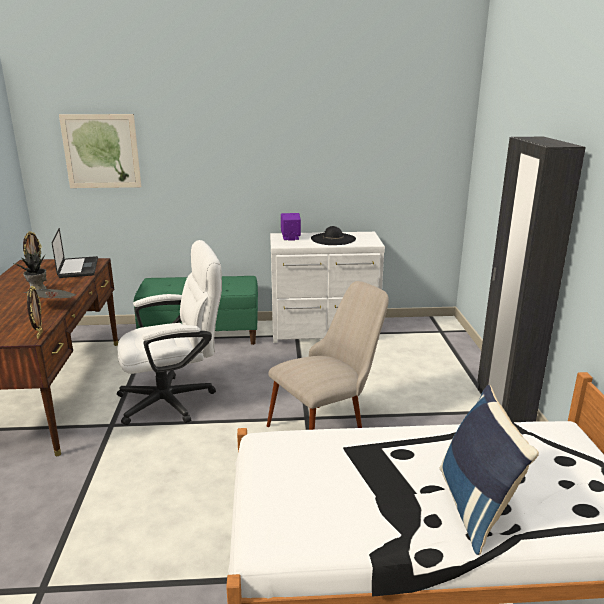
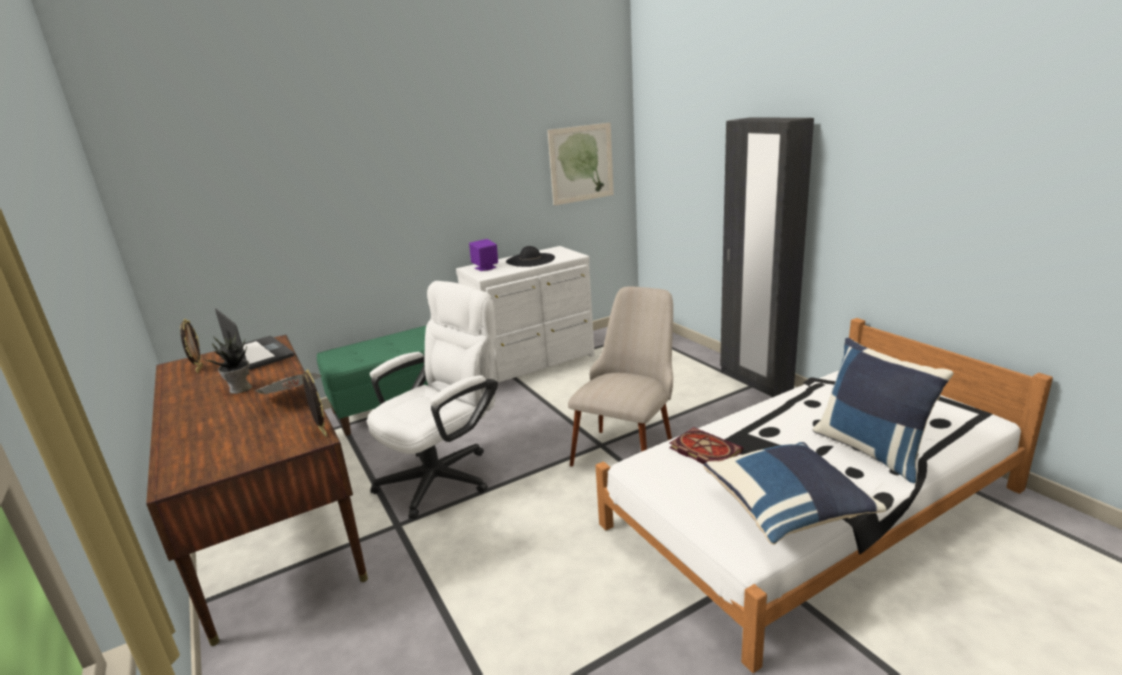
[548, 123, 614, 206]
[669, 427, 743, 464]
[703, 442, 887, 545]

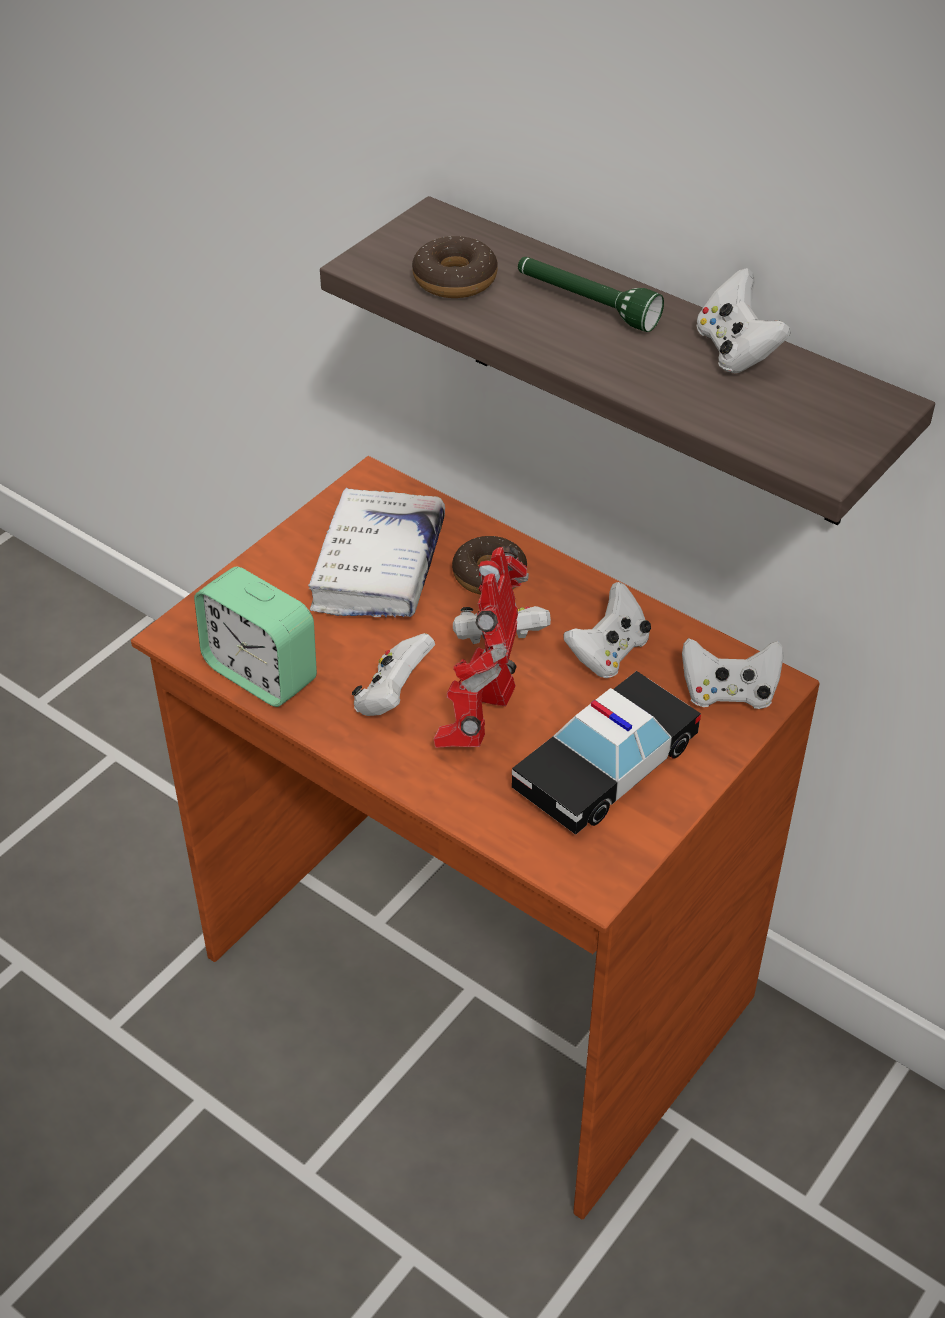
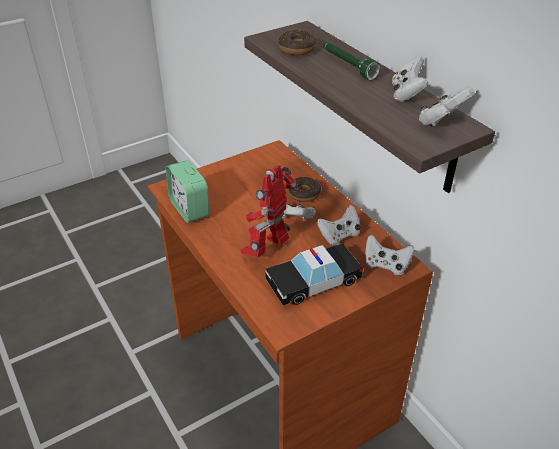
[308, 488, 445, 618] (first image)
[419, 87, 475, 126]

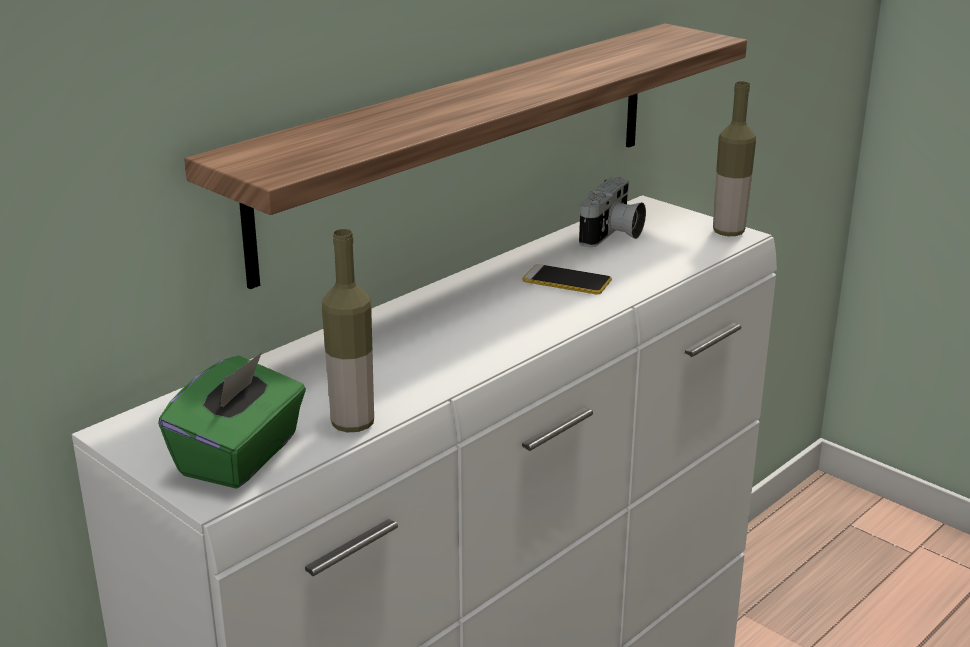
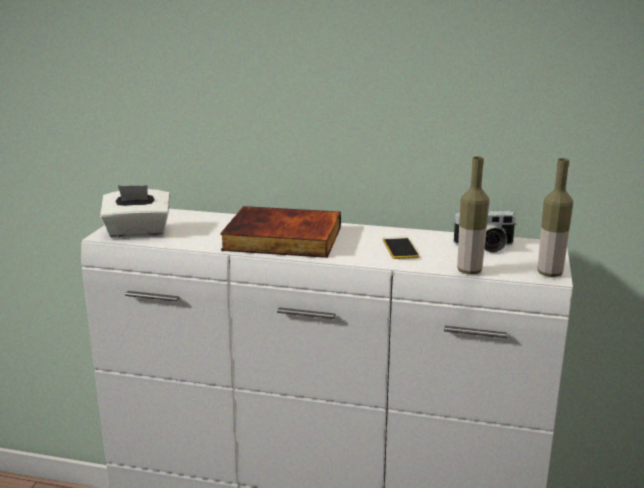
[100, 185, 170, 238]
[184, 23, 747, 289] (first image)
[457, 156, 489, 274]
[220, 206, 341, 258]

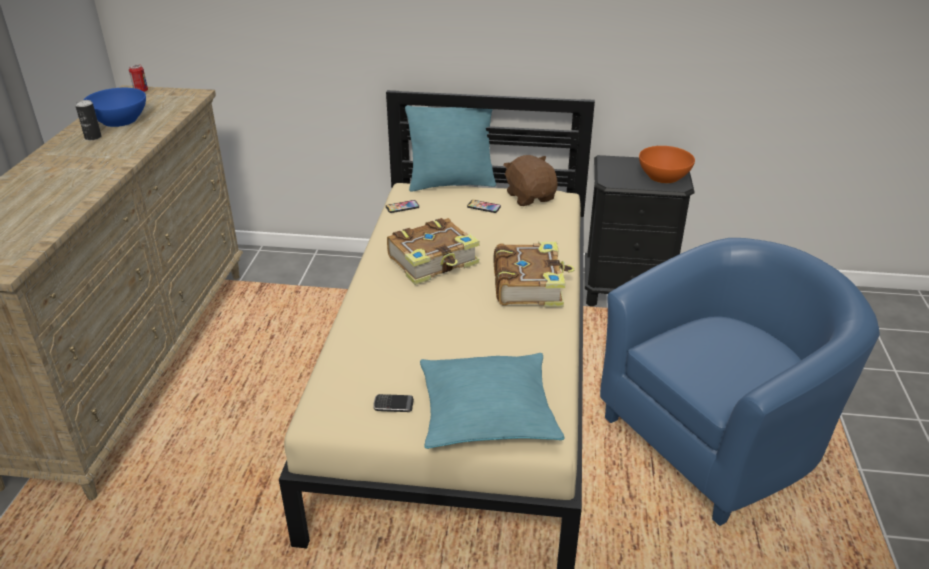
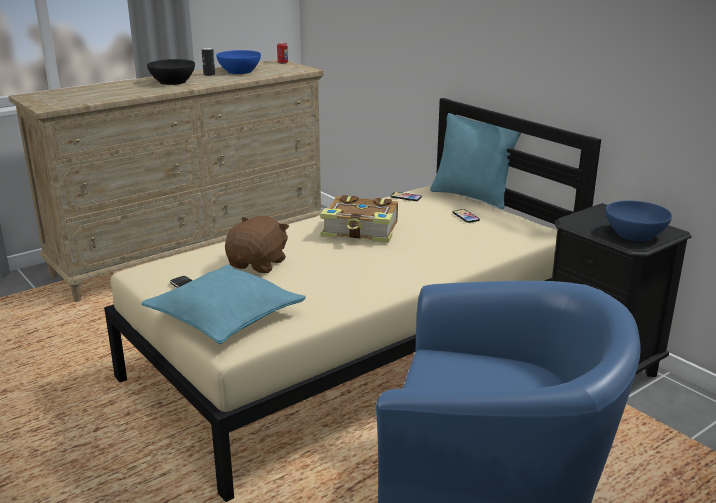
[493, 242, 575, 307] (first image)
[225, 216, 289, 273]
[606, 201, 672, 241]
[147, 59, 195, 85]

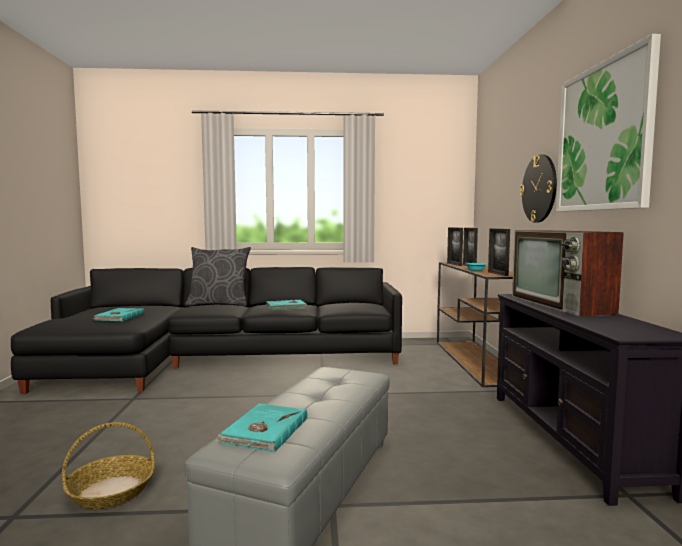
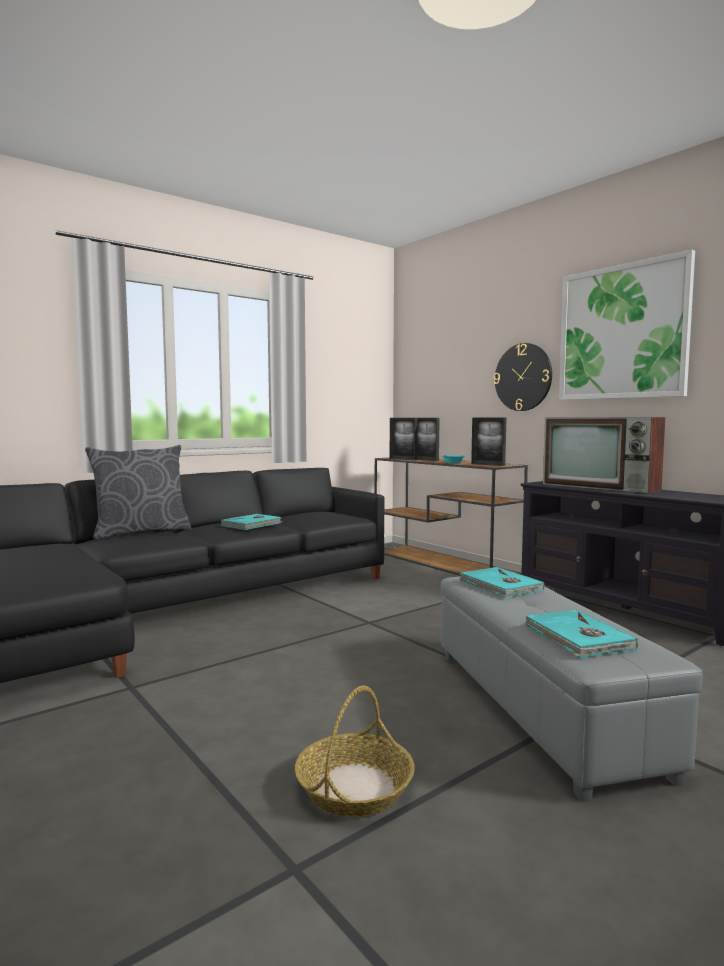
[459, 567, 544, 598]

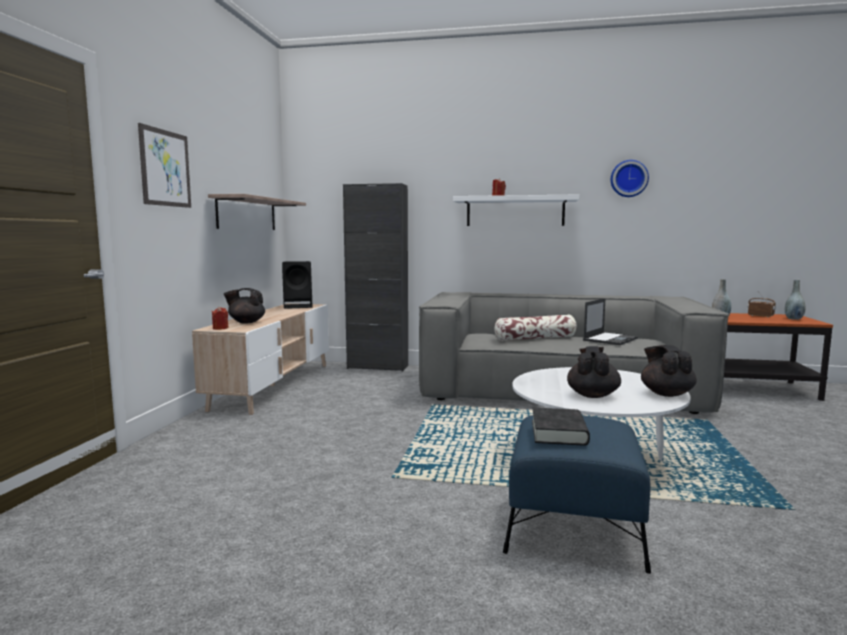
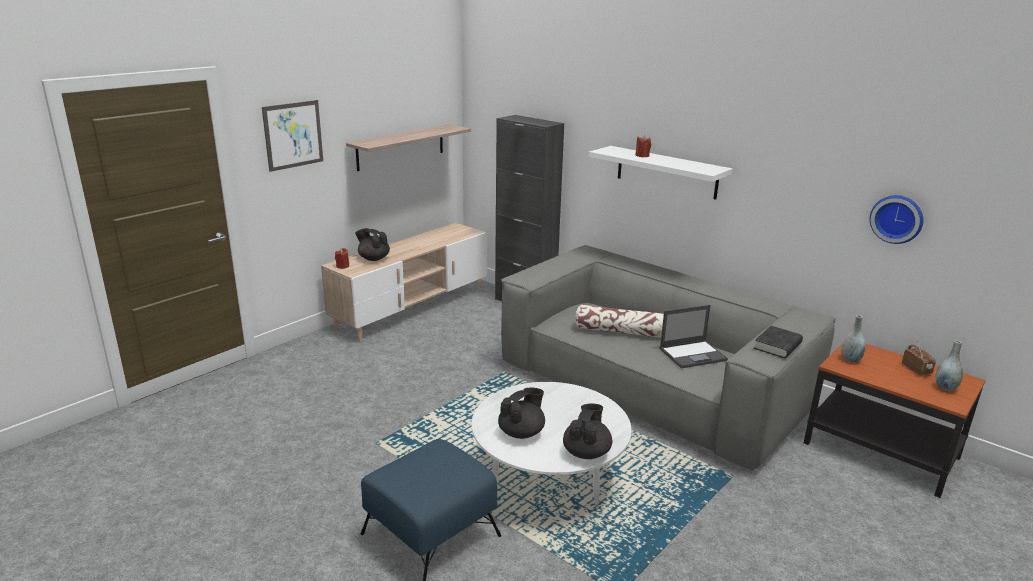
[282, 261, 313, 309] (first image)
[754, 326, 803, 358]
[870, 195, 924, 244]

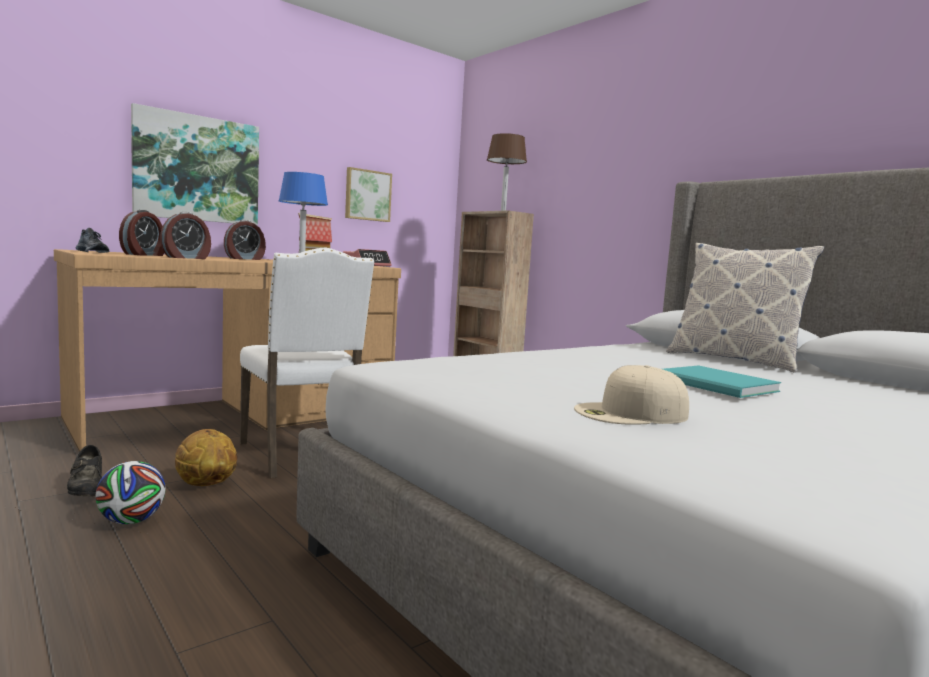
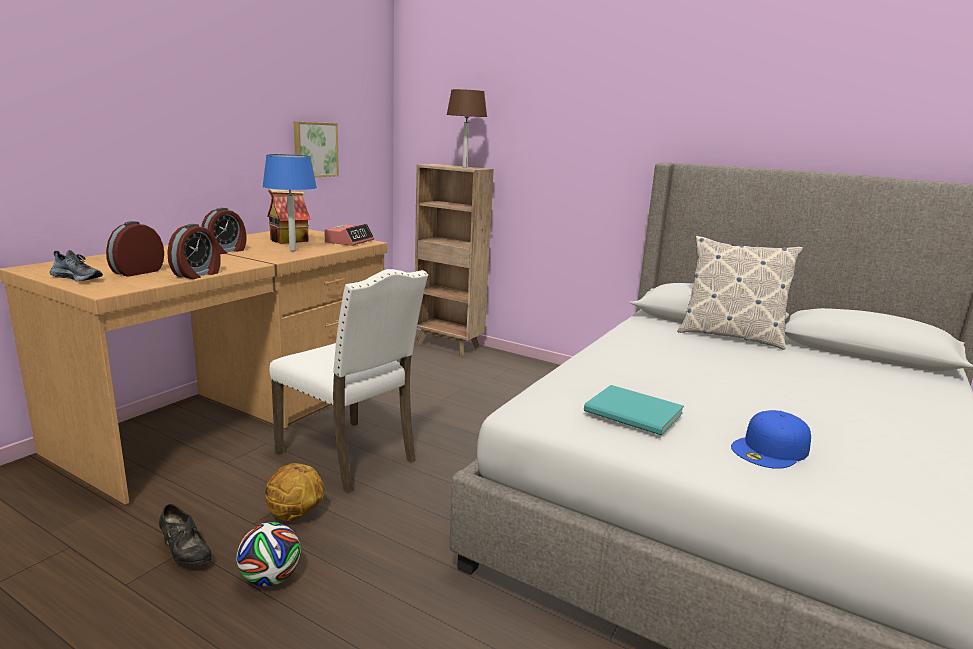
[106, 221, 164, 277]
[131, 103, 259, 225] (first image)
[731, 410, 811, 469]
[584, 385, 684, 436]

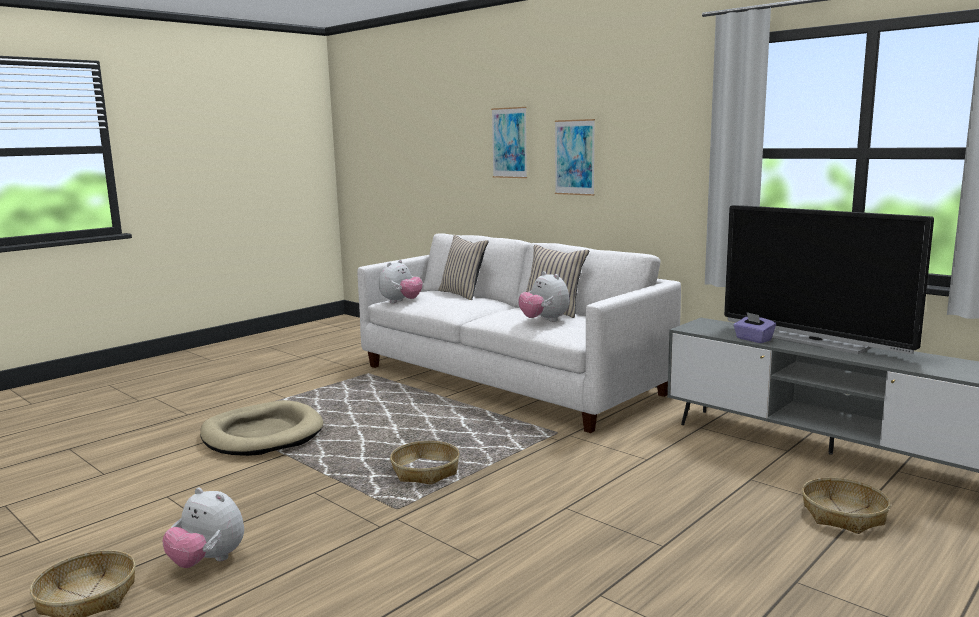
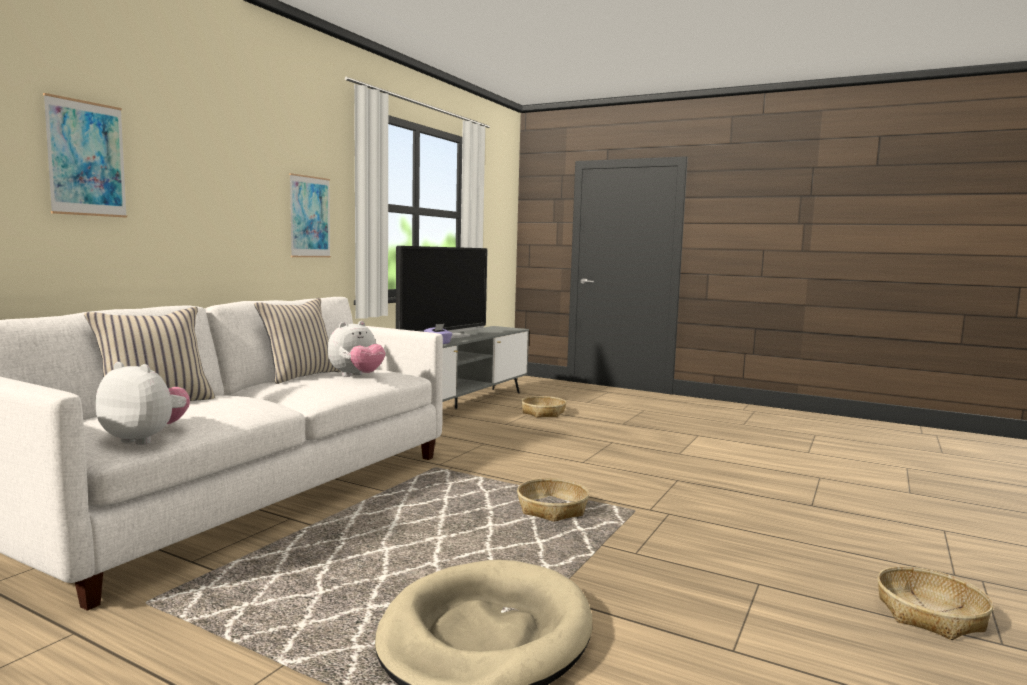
[163, 488, 244, 568] (first image)
[289, 173, 331, 257]

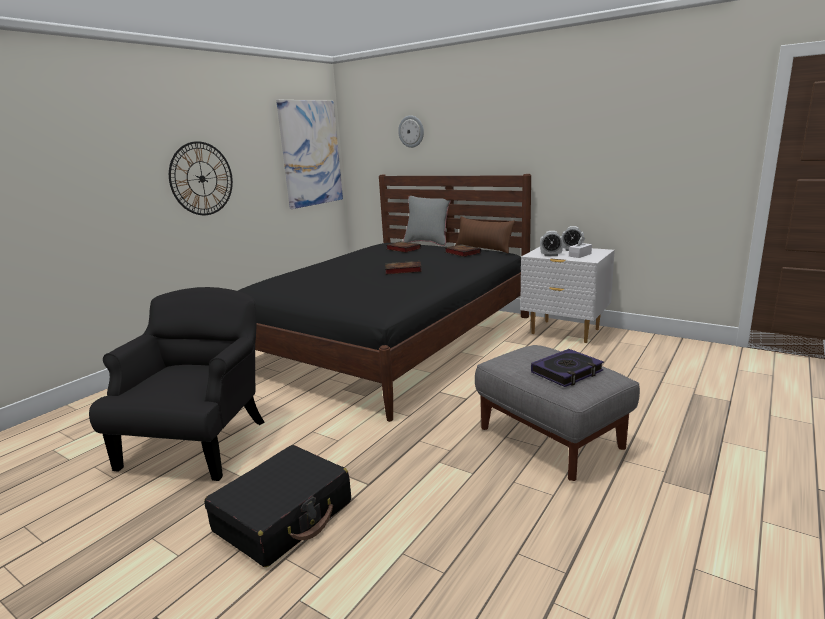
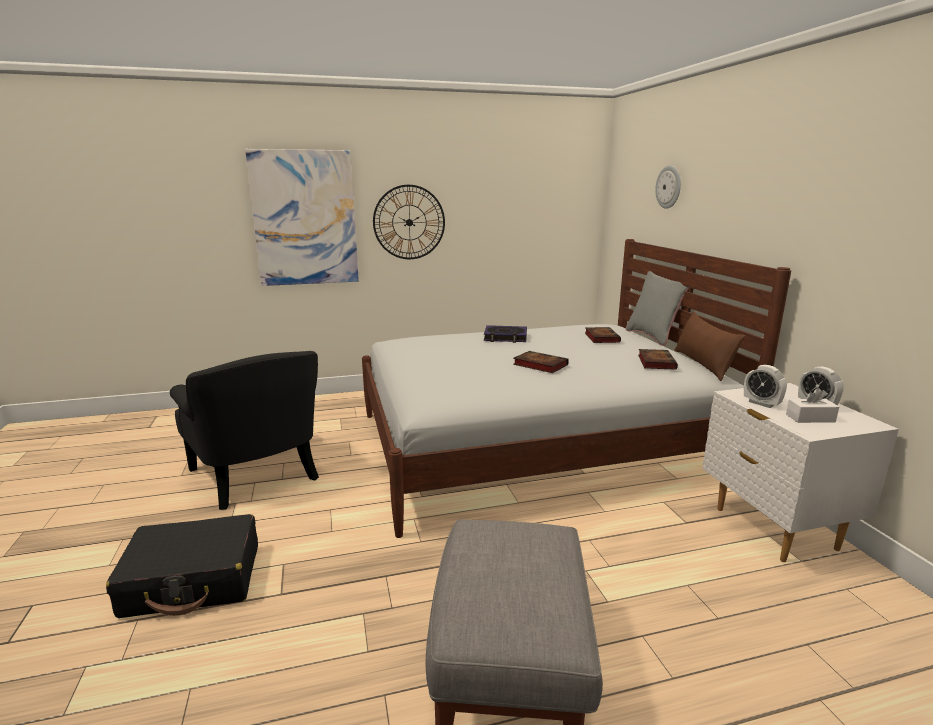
[170, 351, 319, 510]
[362, 239, 791, 538]
[245, 149, 359, 286]
[484, 325, 527, 343]

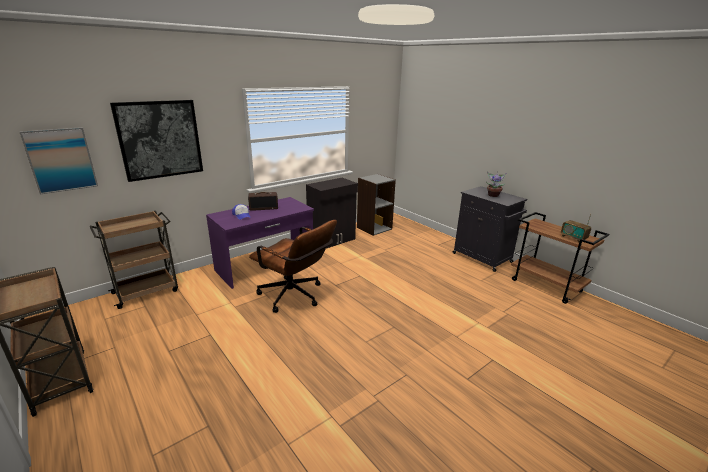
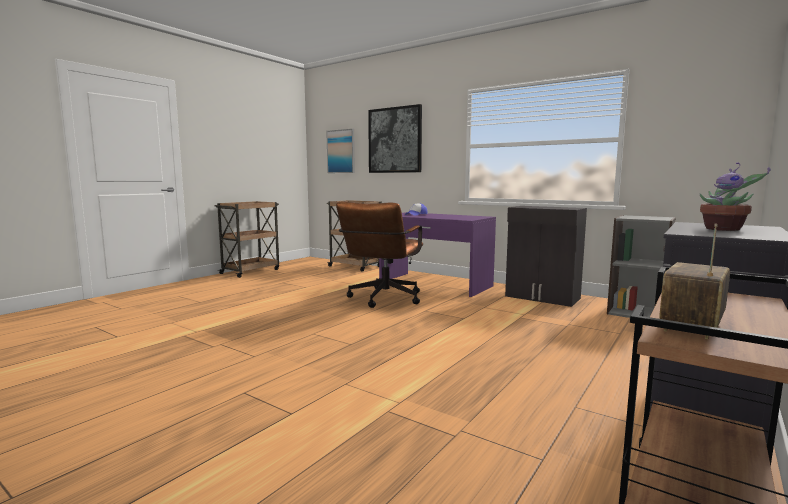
[248, 192, 278, 211] (first image)

